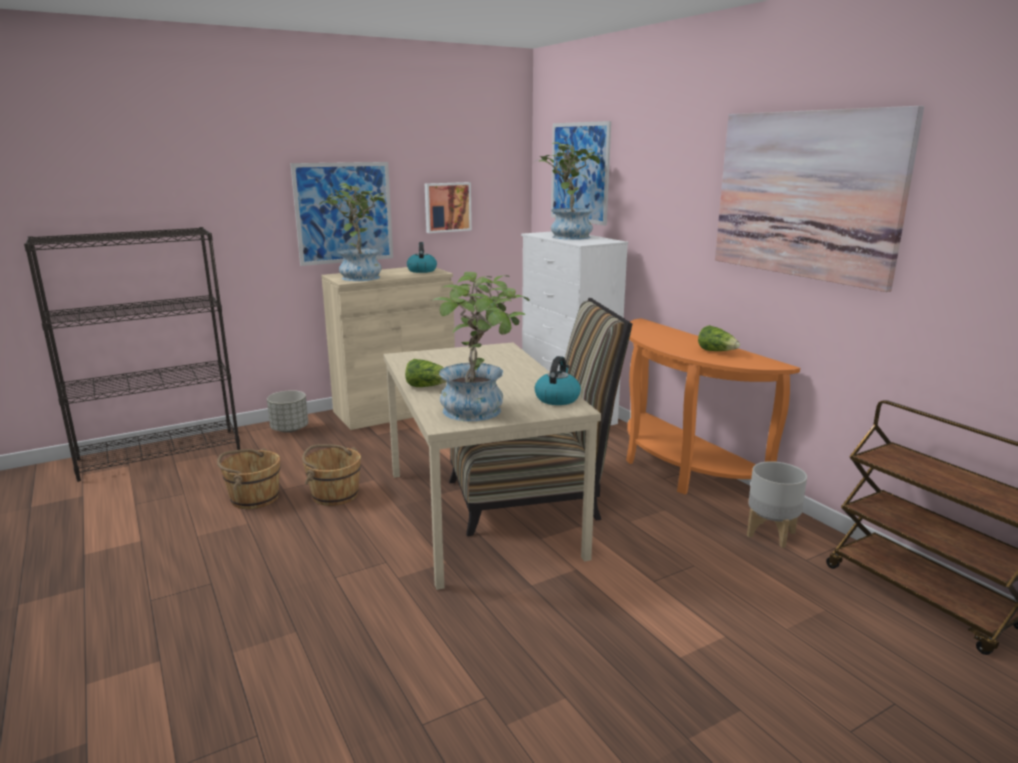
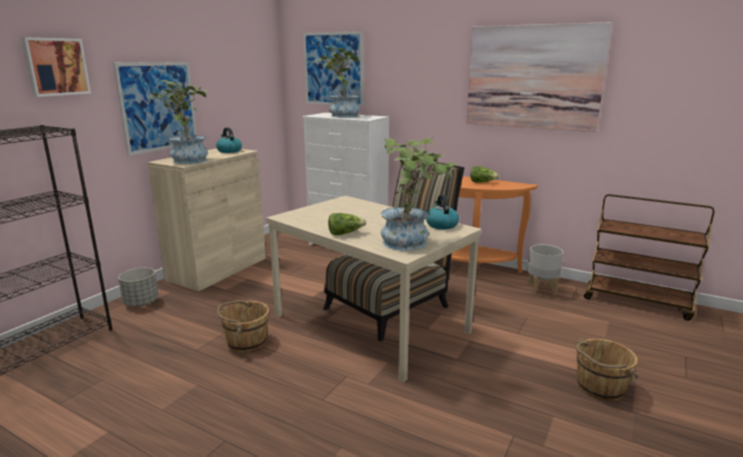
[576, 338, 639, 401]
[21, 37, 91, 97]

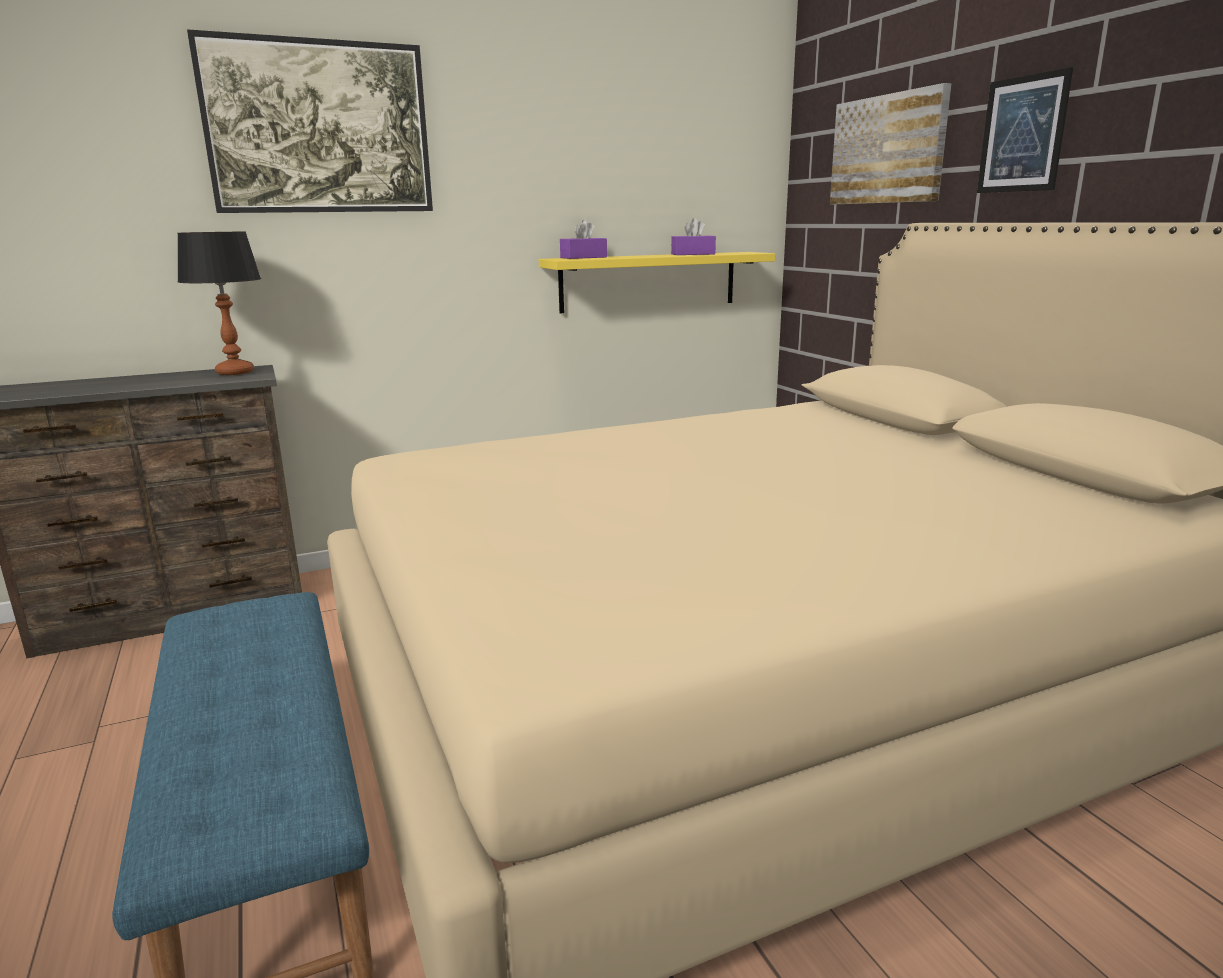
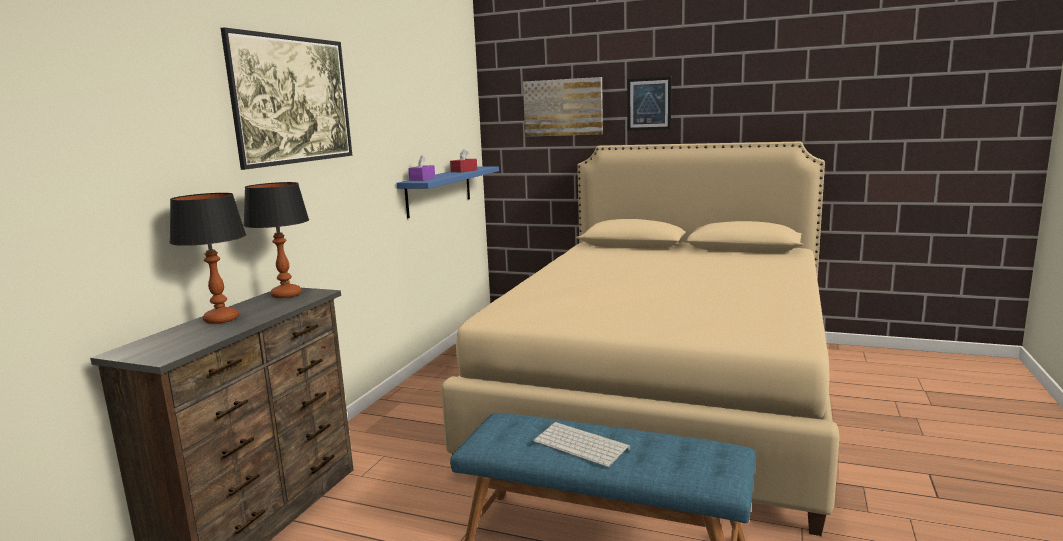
[396, 166, 499, 218]
[450, 149, 477, 172]
[169, 193, 246, 324]
[533, 422, 630, 467]

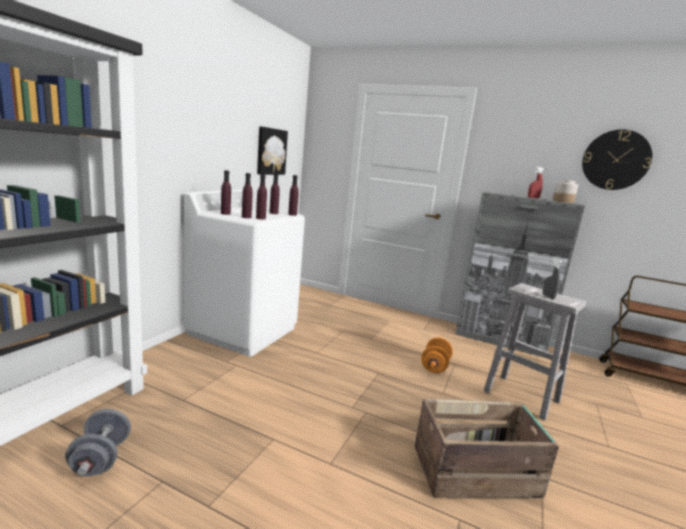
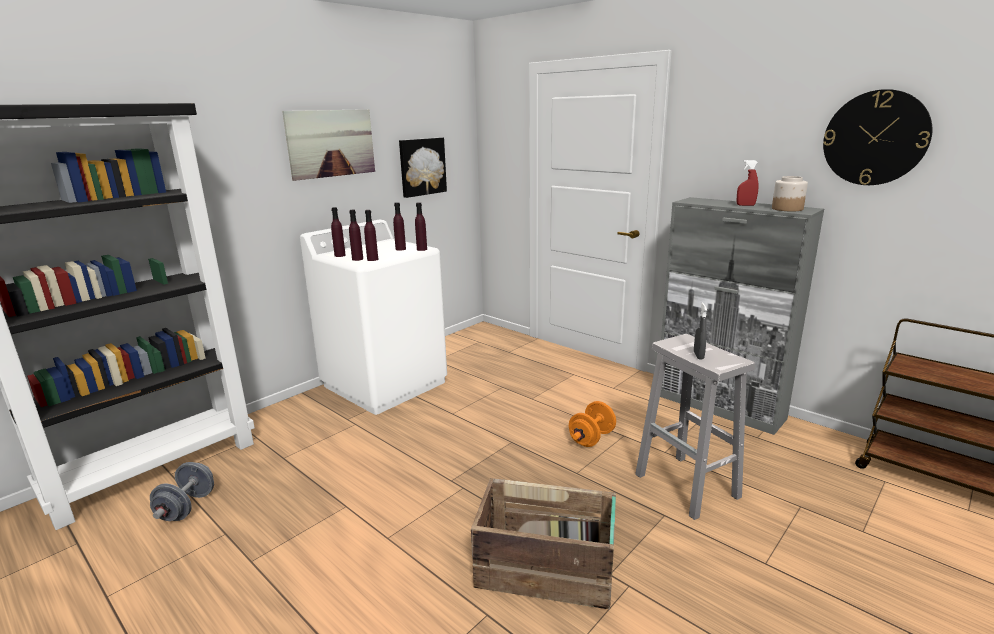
[282, 109, 375, 181]

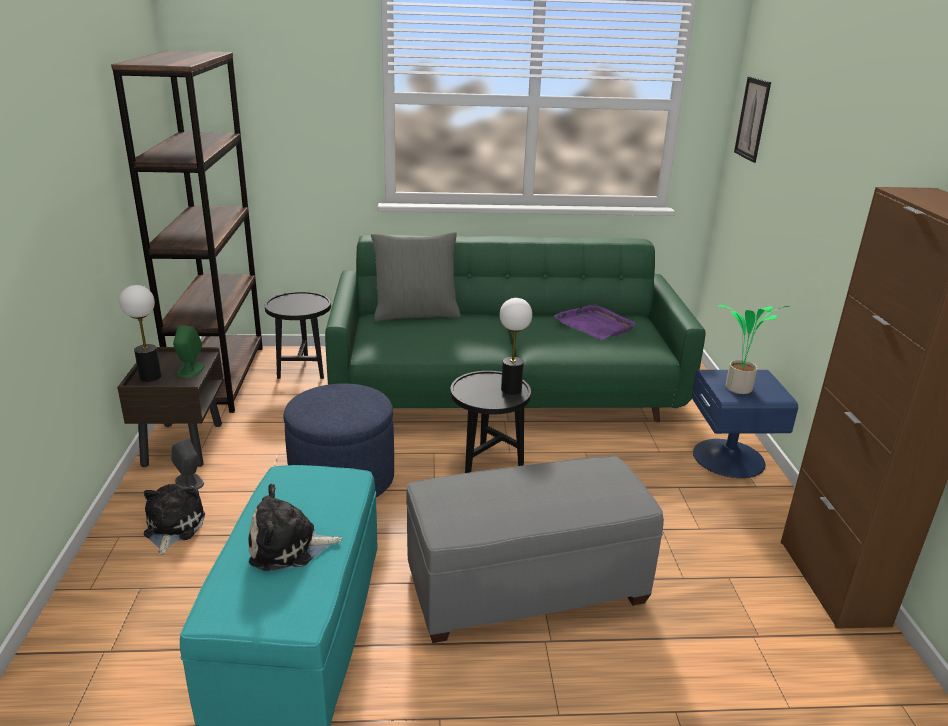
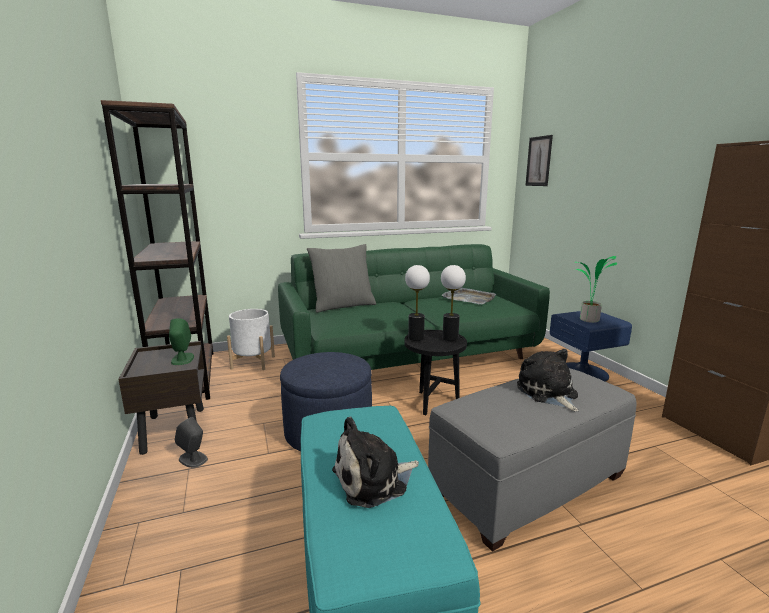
[405, 265, 430, 341]
[517, 349, 579, 412]
[227, 309, 275, 370]
[442, 287, 497, 304]

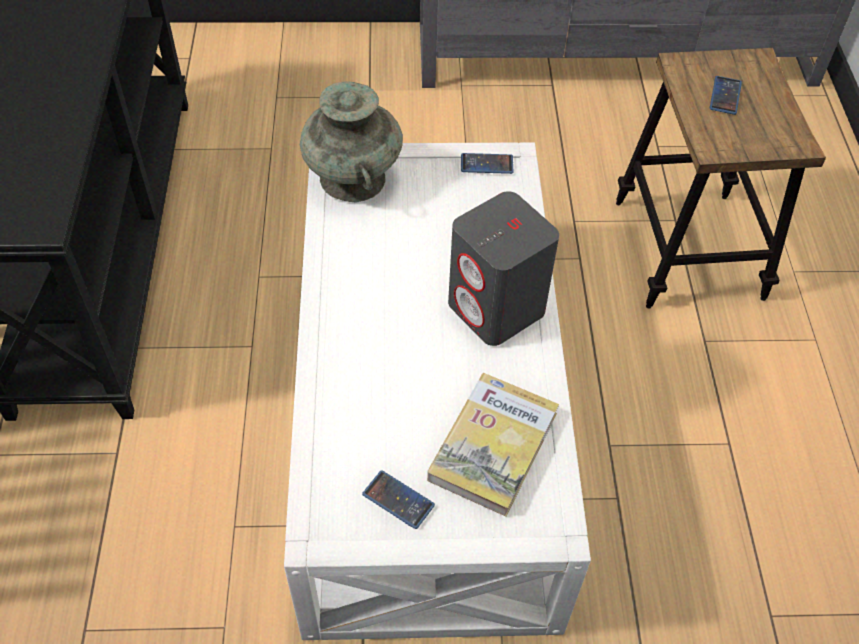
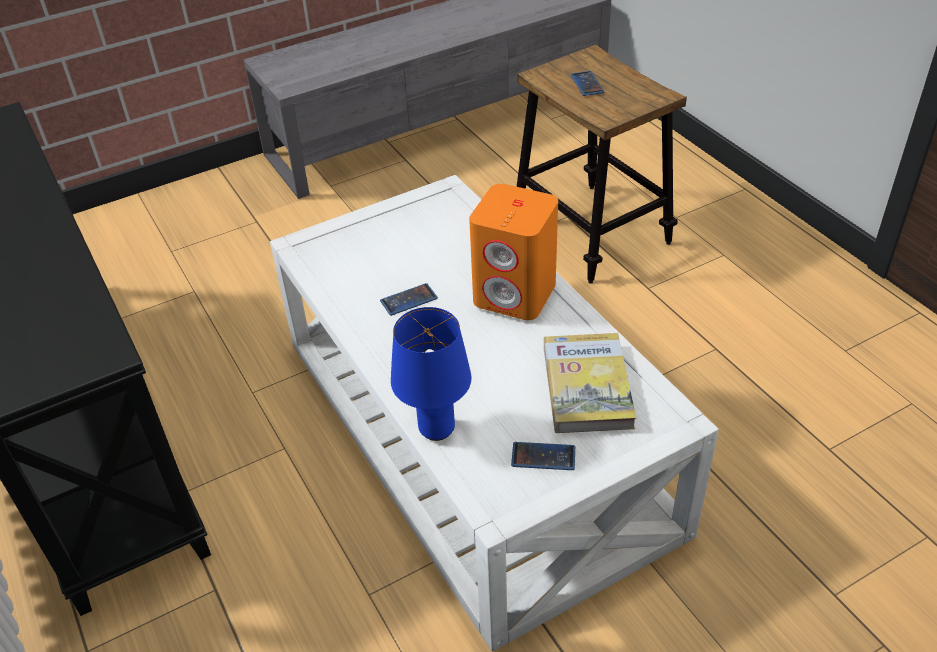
[300, 81, 403, 203] (first image)
[469, 184, 558, 320]
[380, 283, 438, 316]
[391, 307, 471, 441]

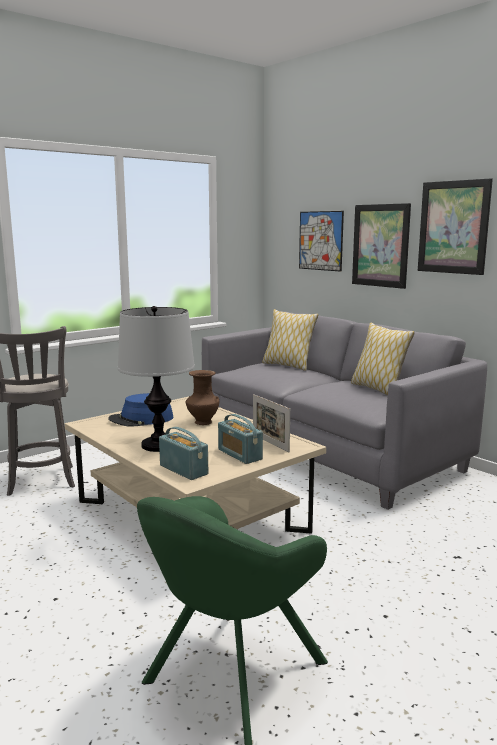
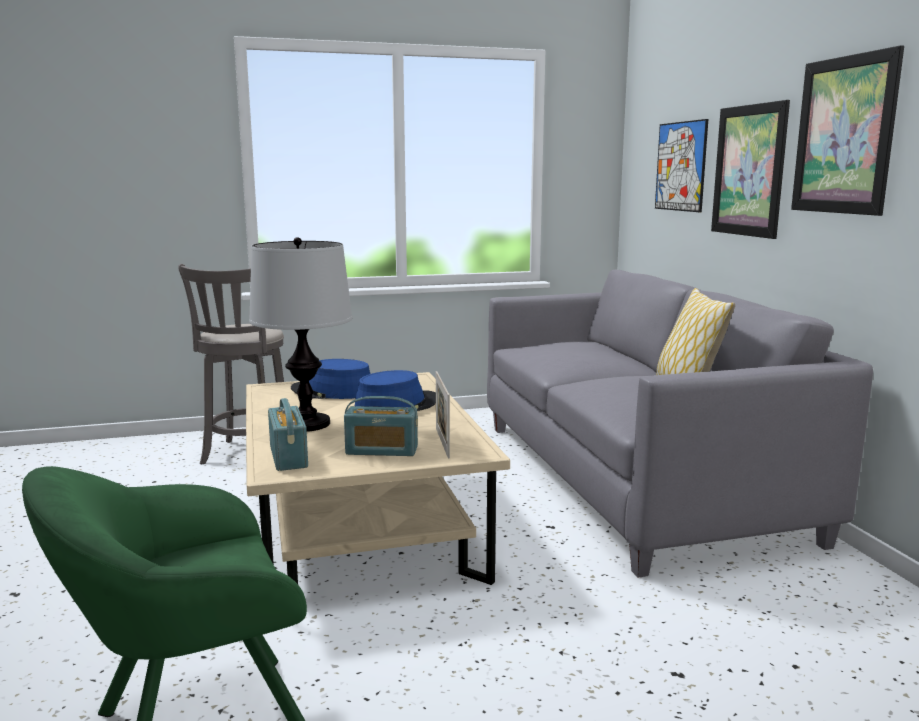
[355, 370, 436, 411]
[344, 396, 418, 456]
[262, 309, 319, 371] (first image)

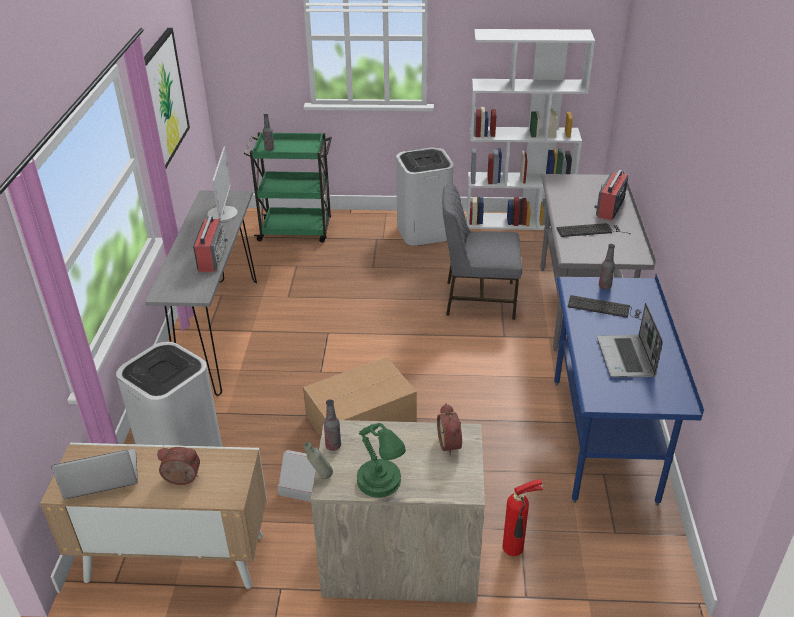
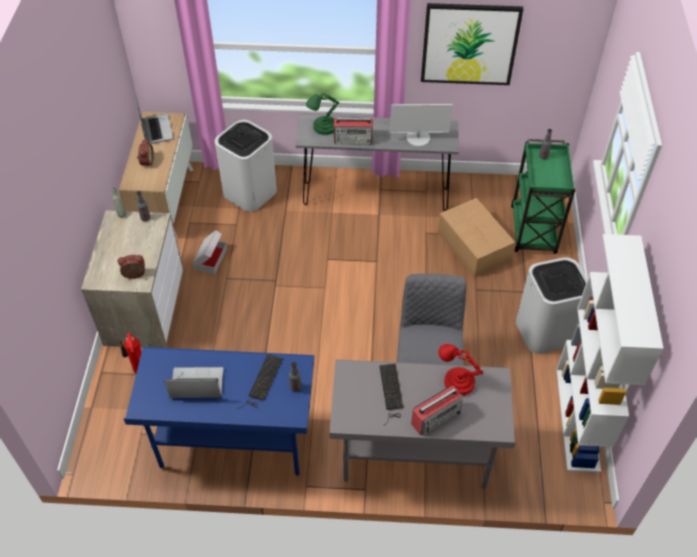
[438, 198, 515, 278]
[306, 93, 339, 135]
[411, 385, 463, 436]
[438, 344, 483, 396]

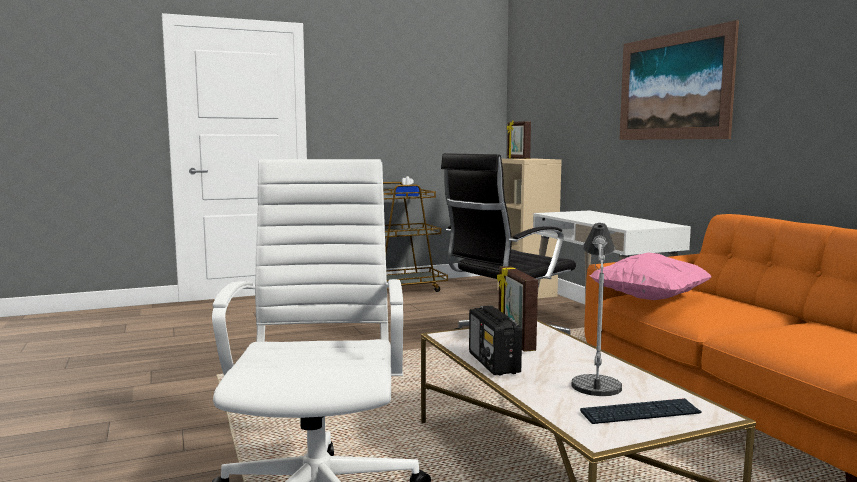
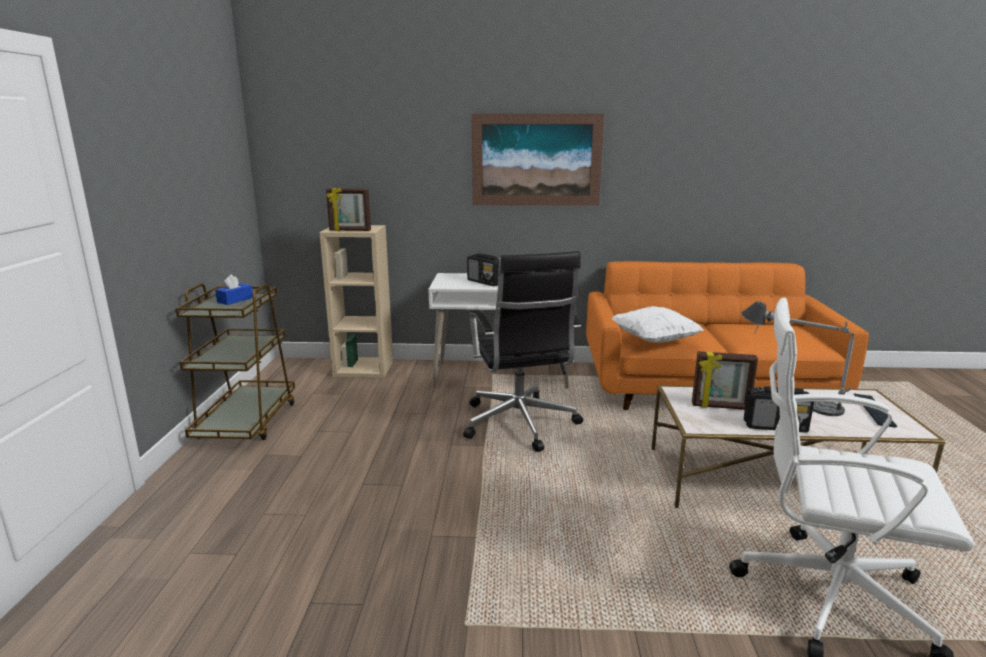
[611, 306, 704, 343]
[467, 253, 499, 286]

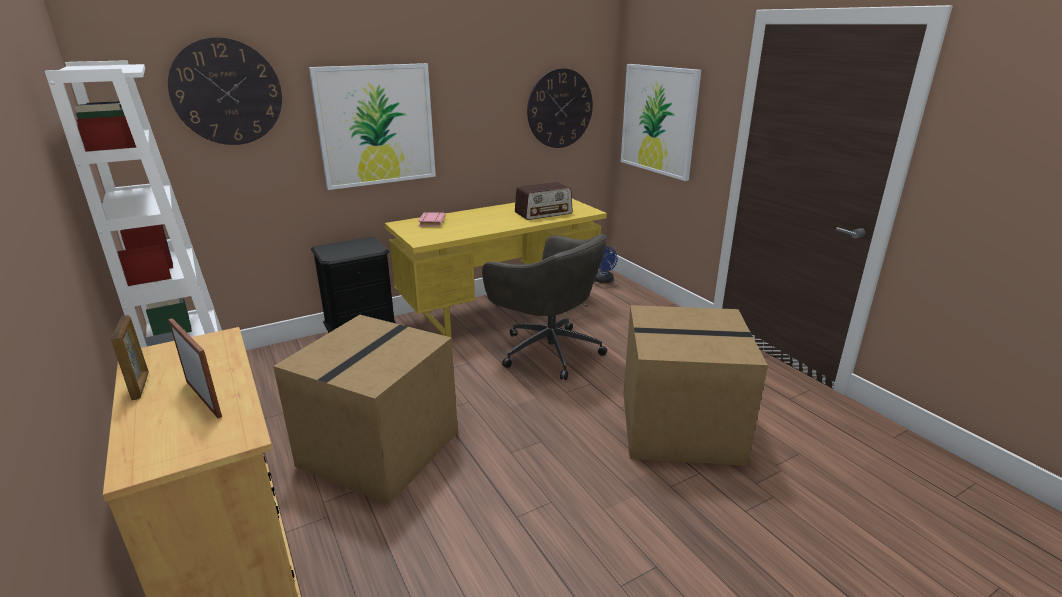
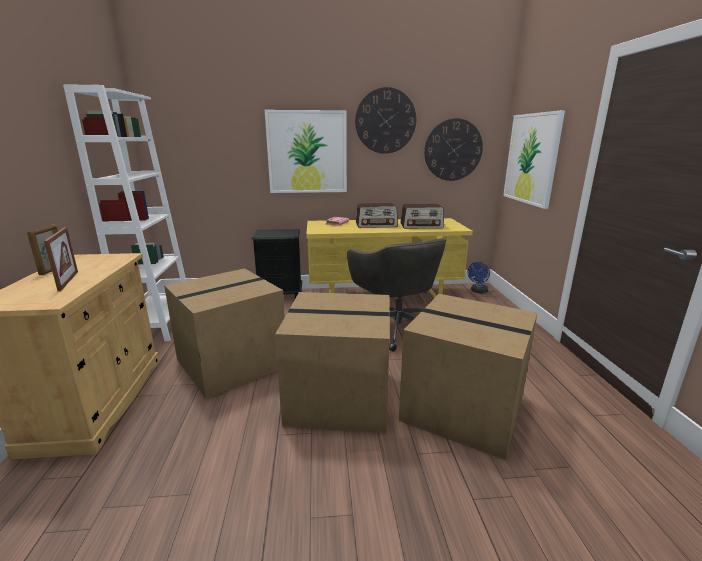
[355, 87, 416, 154]
[275, 292, 390, 433]
[356, 203, 398, 228]

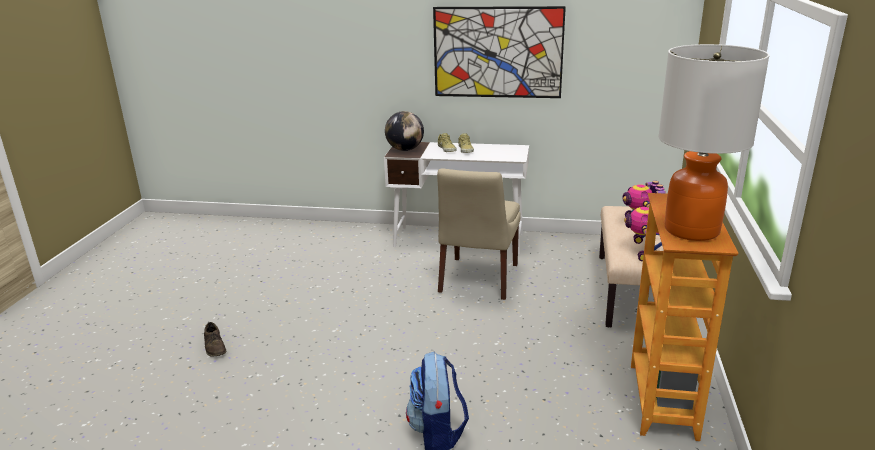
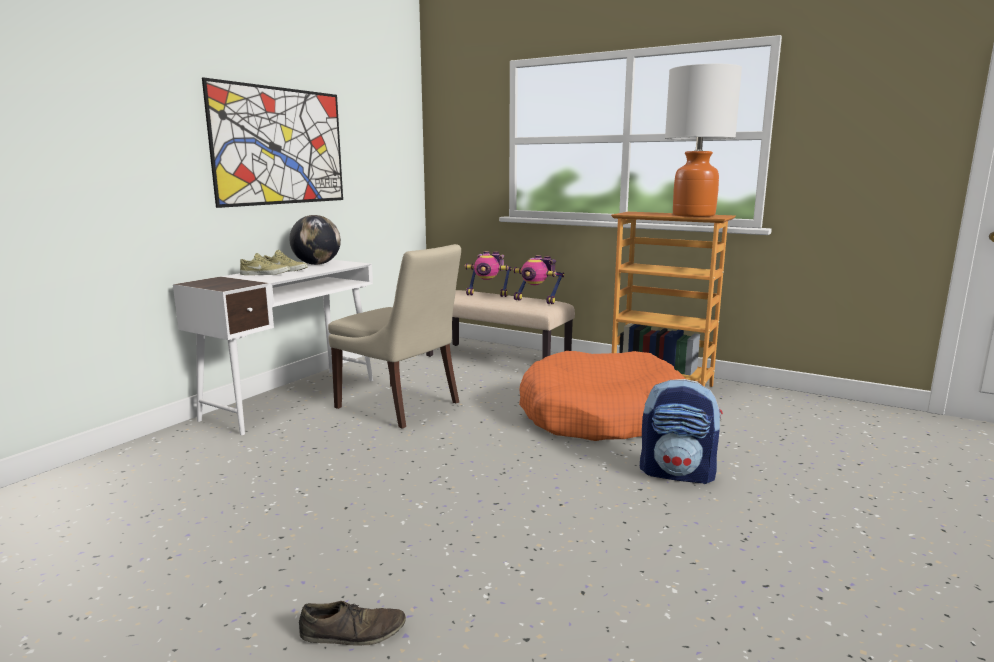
[289, 215, 341, 265]
[519, 351, 686, 441]

